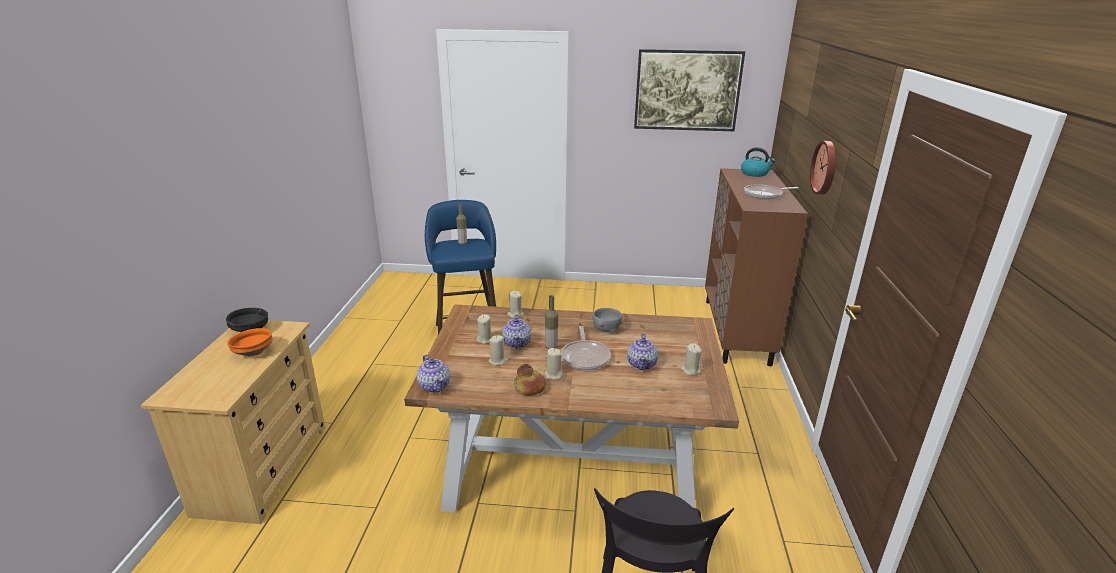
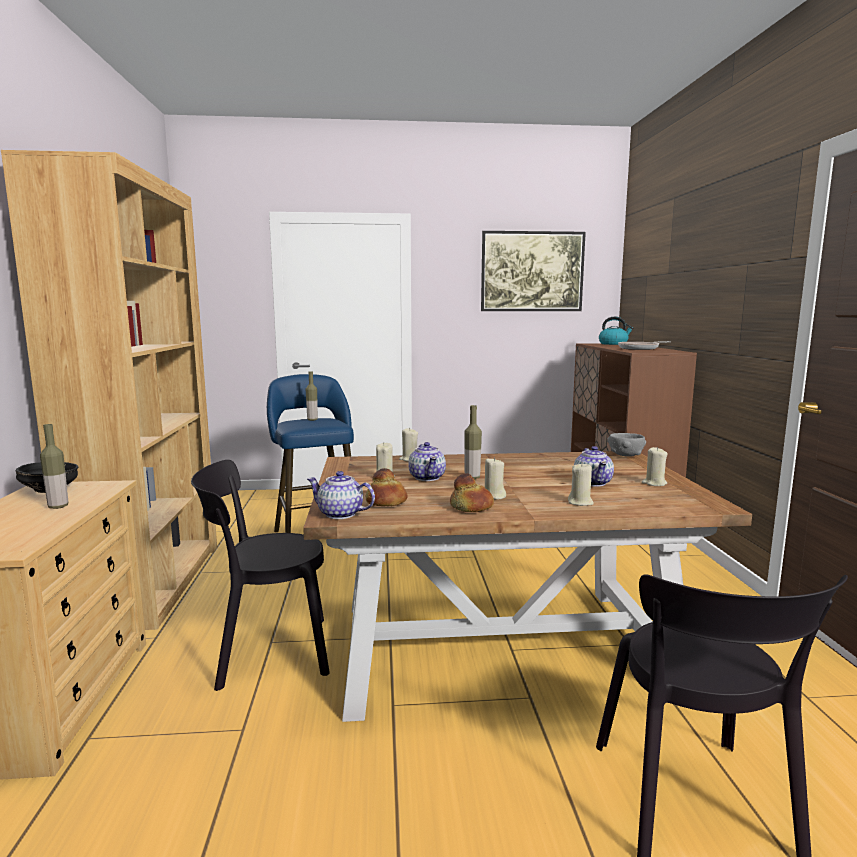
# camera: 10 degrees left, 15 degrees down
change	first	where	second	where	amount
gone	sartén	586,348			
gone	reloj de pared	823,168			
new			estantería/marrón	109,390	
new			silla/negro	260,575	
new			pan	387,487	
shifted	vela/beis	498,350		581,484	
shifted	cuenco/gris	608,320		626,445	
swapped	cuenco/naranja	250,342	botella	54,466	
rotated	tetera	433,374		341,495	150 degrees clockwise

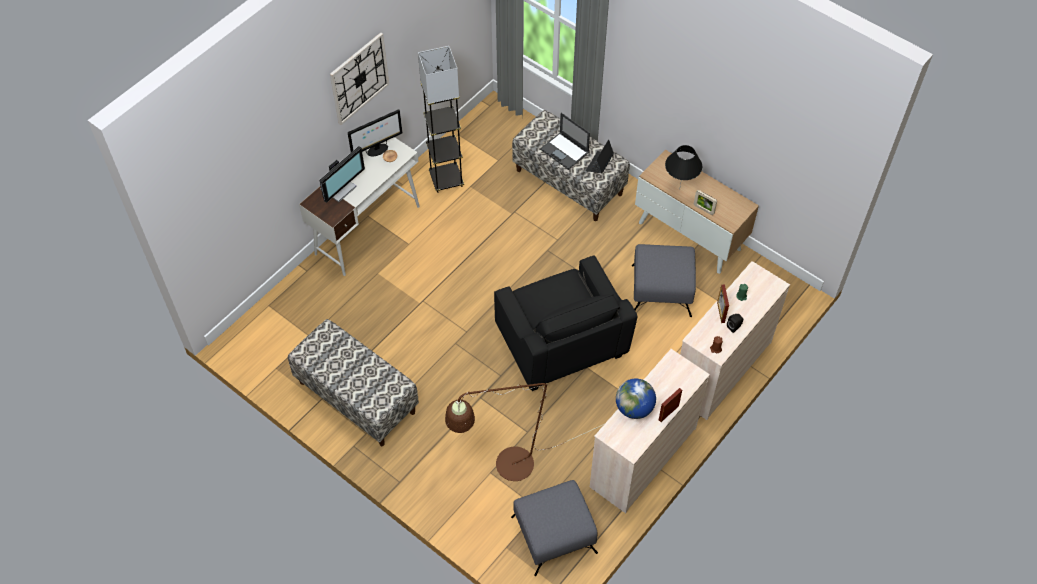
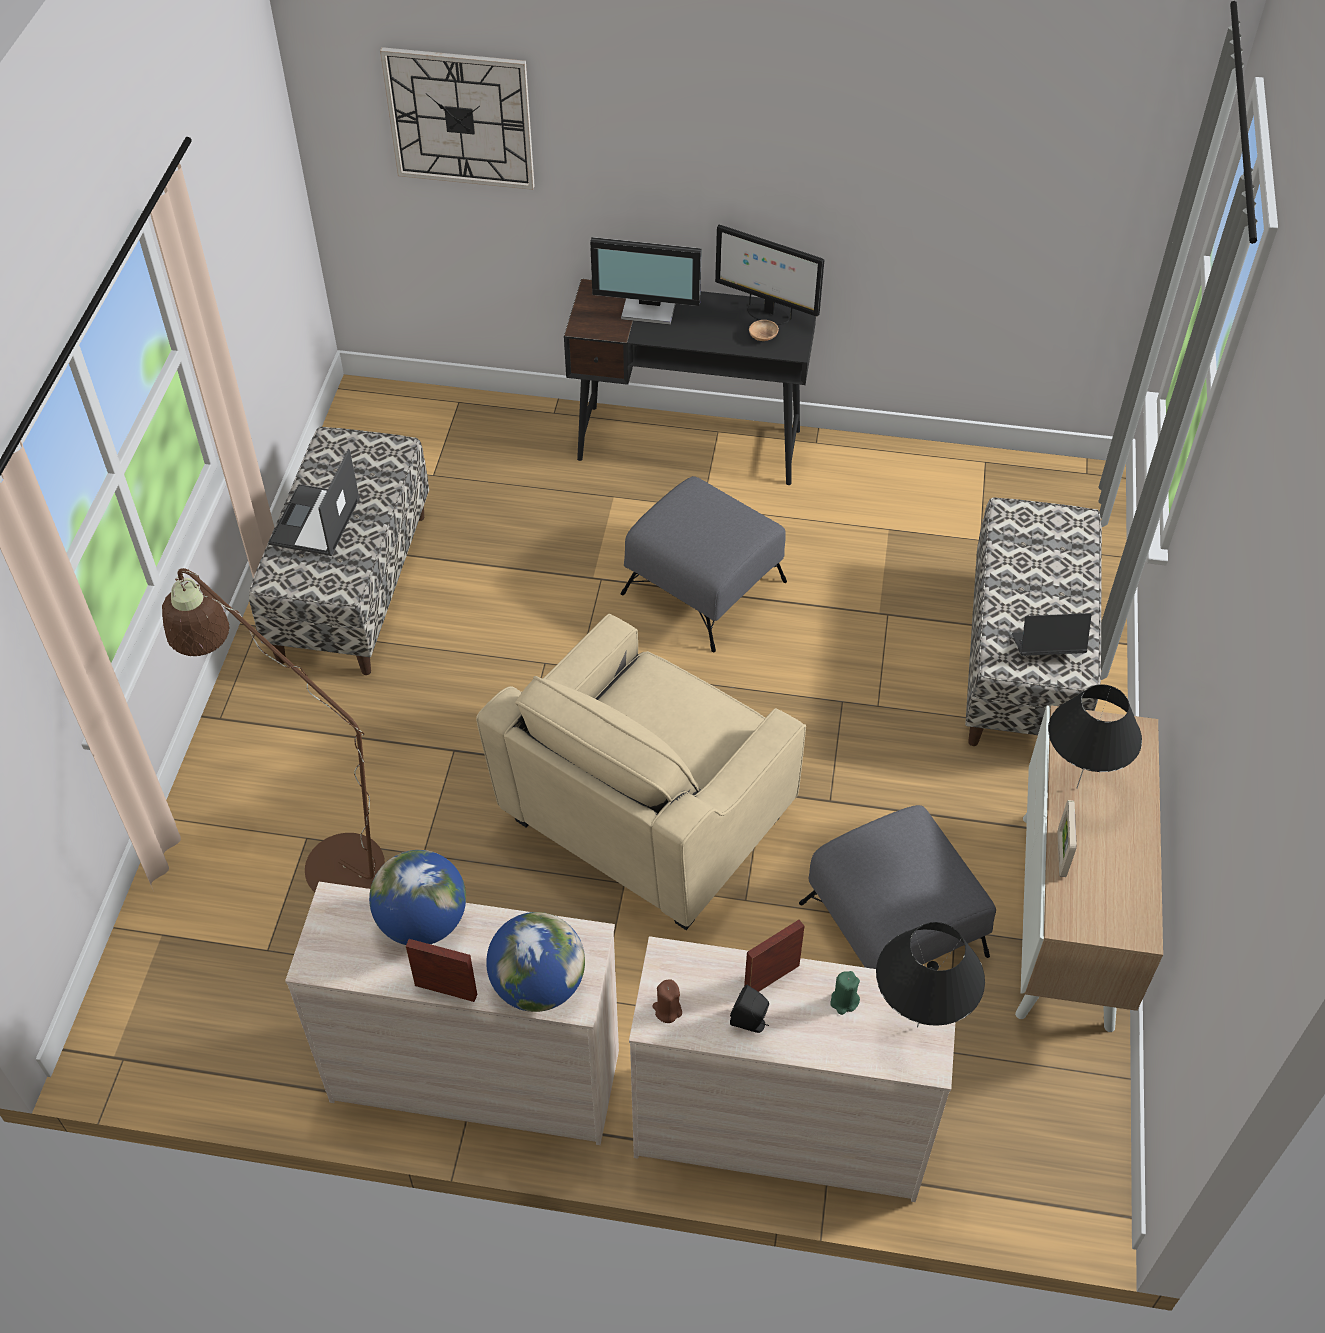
# camera: 60 degrees right, 5 degrees down
change	first	where	second	where	amount
gone	lámpara de pie/gris	441,119			
new			globo terráqueo	535,962	
new			lámpara de mesa/negro	930,975	
shifted	reloj de pared	359,79		457,118	
shifted	puf/gris	554,528		704,564	
shifted	portátil	565,141		314,502	
repainted	escritorio/blanco	359,206	escritorio/negro	690,382	
repainted	sillón/negro	566,323	sillón/beis	641,772	

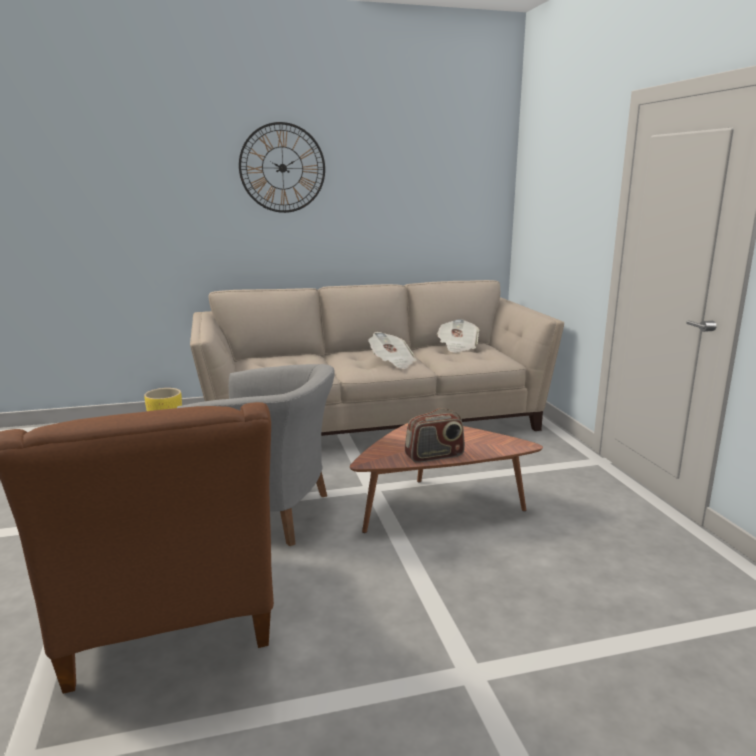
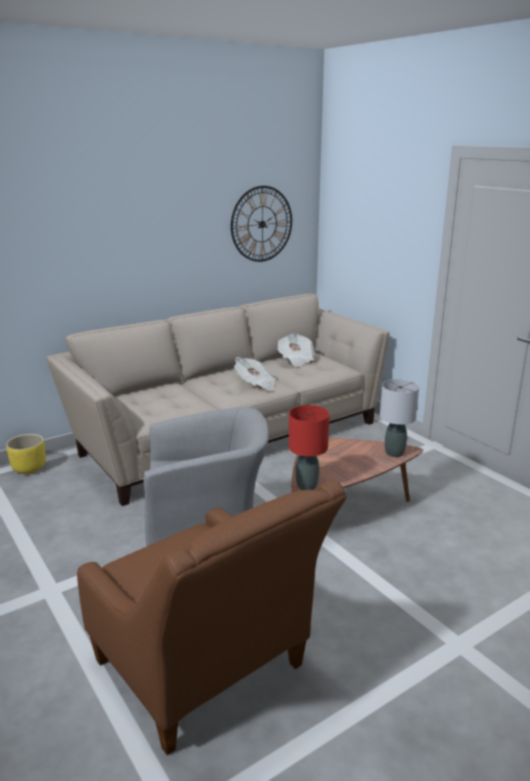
# camera: 20 degrees left, 5 degrees up
change	first	where	second	where	amount
gone	radio	435,435			
new			lámpara de mesa/rojo	308,447	
new			lámpara de mesa/gris	399,418	
shifted	reloj de pared	282,167		261,224	

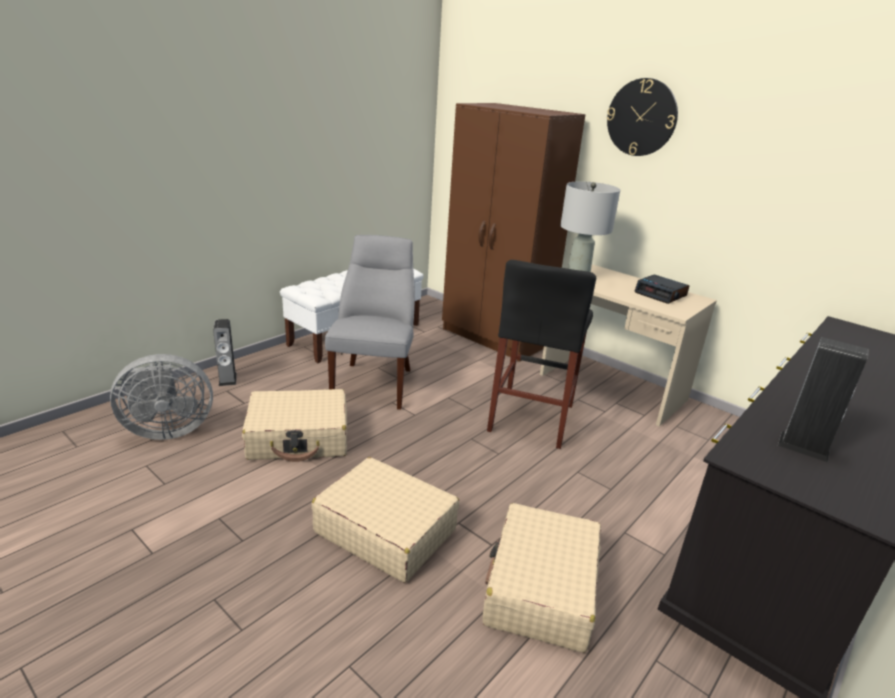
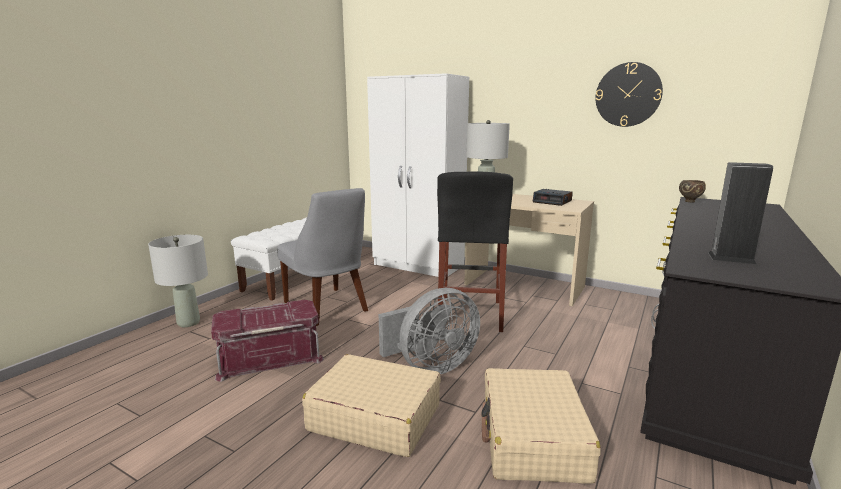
# camera: 10 degrees left, 10 degrees down
change	first	where	second	where	amount
new			cuenco/marrón	692,191	
shifted	ventilador/gris	161,397		429,331	
shifted	reloj de pared	642,117		629,94	
swapped	altavoz	225,352	lámpara de mesa/gris	178,281	
swapped	maleta/beis	294,425	caja de almacenaje/rojo	267,341	
repainted	armario ropero/marrón	513,232	armario ropero/blanco	418,175	
rotated	silla/gris	370,322		322,257	150 degrees clockwise

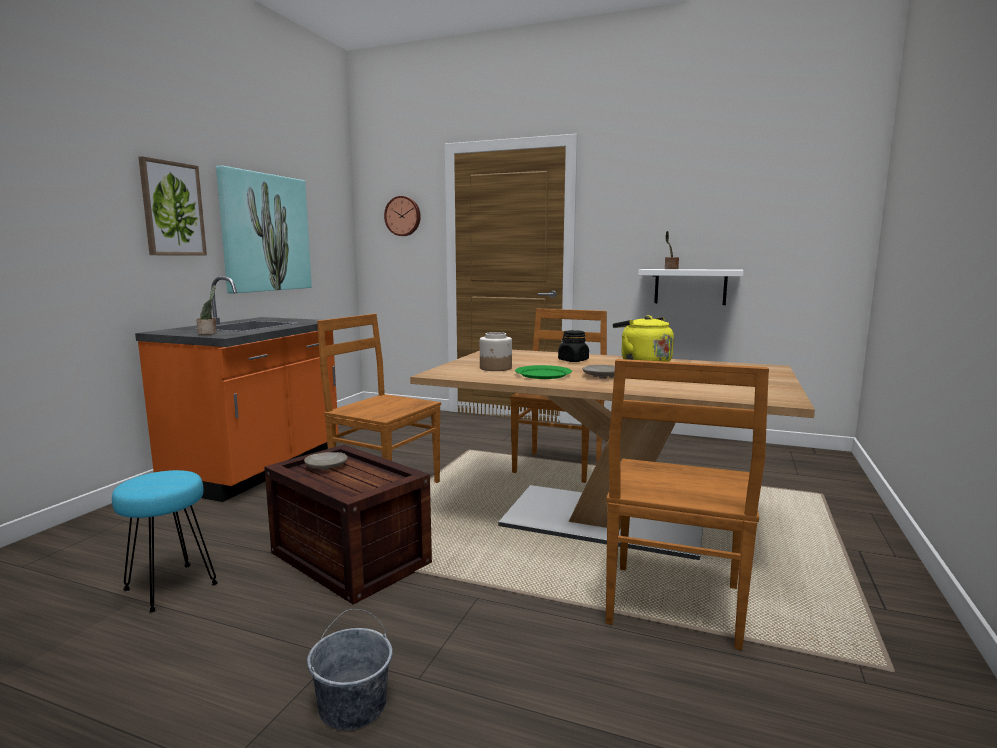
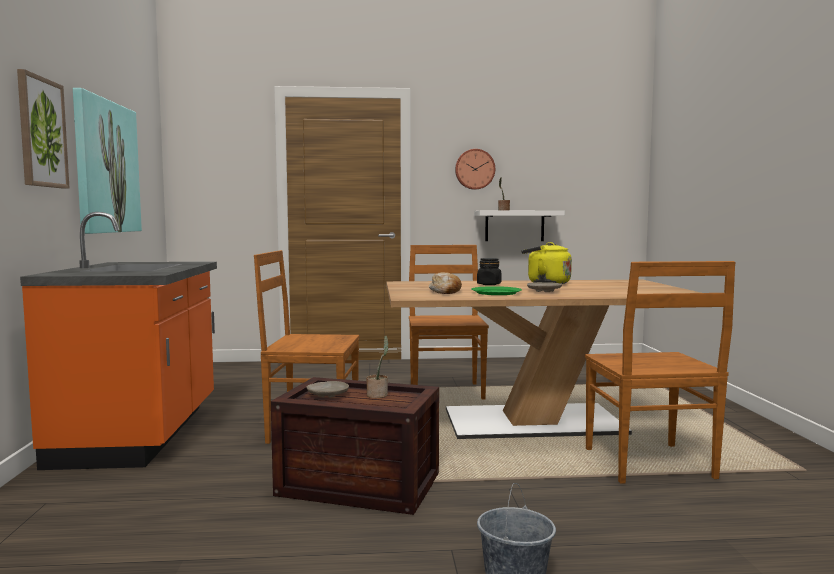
# camera: 25 degrees left, 5 degrees down
change	first	where	second	where	amount
gone	taburete/turquesa	165,541			
shifted	planta en maceta	206,310		377,367	
shifted	reloj de pared	402,216		475,169	
swapped	tarro	496,351	pan	445,283	

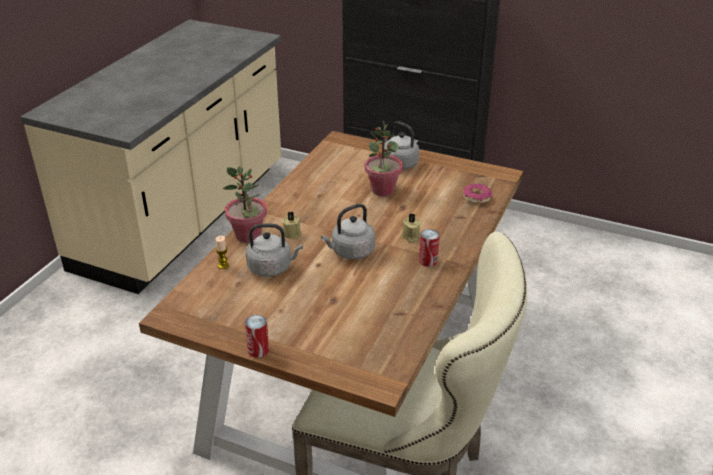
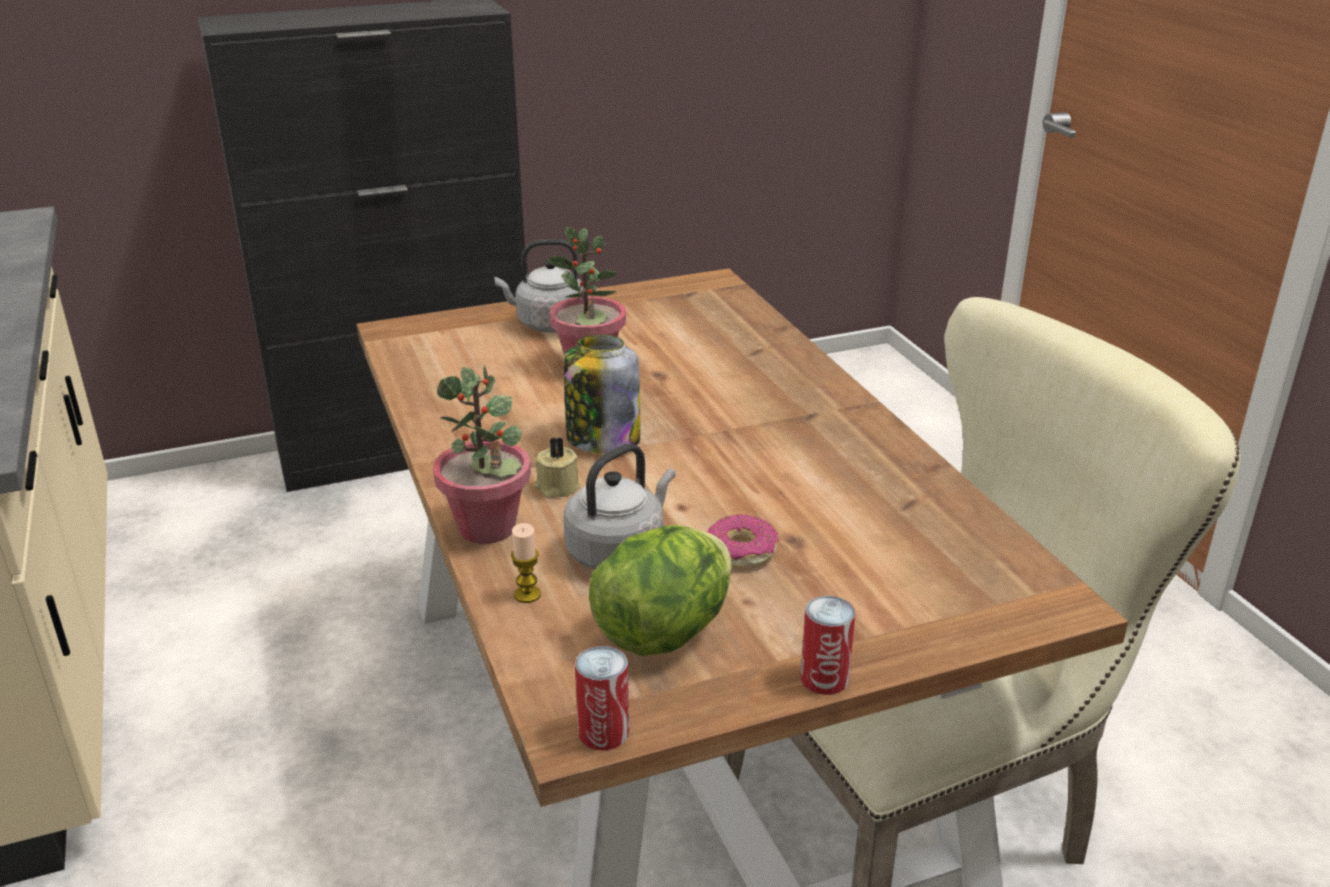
# camera: 45 degrees left, 5 degrees down
change	first	where	second	where	amount
gone	hervidor/gris	348,232			
gone	vela/beis	411,228			
new			tarro	602,394	
new			lechuga	660,590	
shifted	lata	429,248		602,698	
shifted	rosquilla	477,193		743,541	

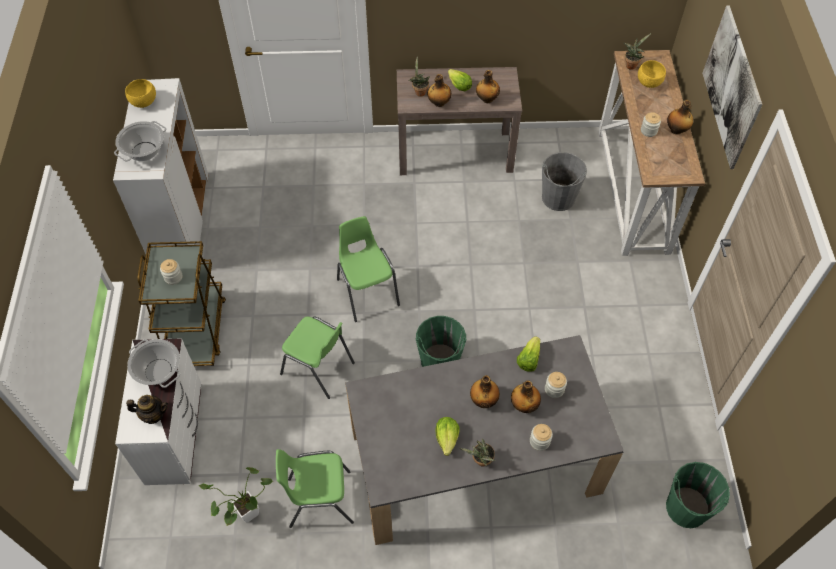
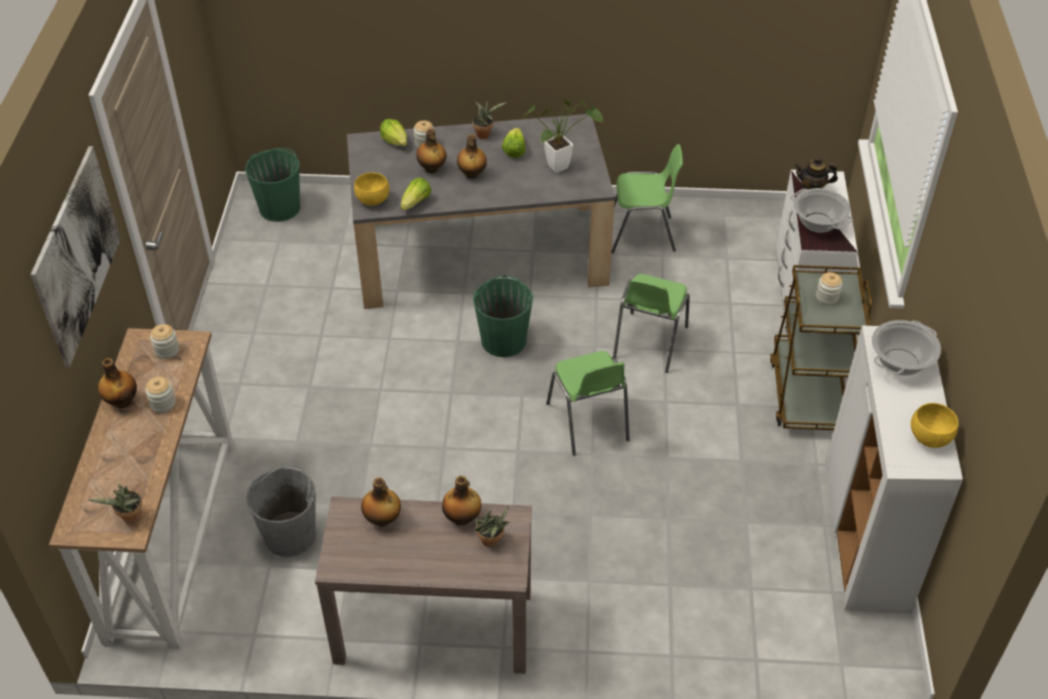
# camera: 175 degrees left, 10 degrees down
change	first	where	second	where	amount
shifted	planta en maceta	236,497		563,135	
shifted	lechuga	460,80		393,133	
shifted	tarro	556,385		164,341	
shifted	cuenco/amarillo	652,74		371,189	
rotated	silla/verde	317,357		651,323	105 degrees counterclockwise

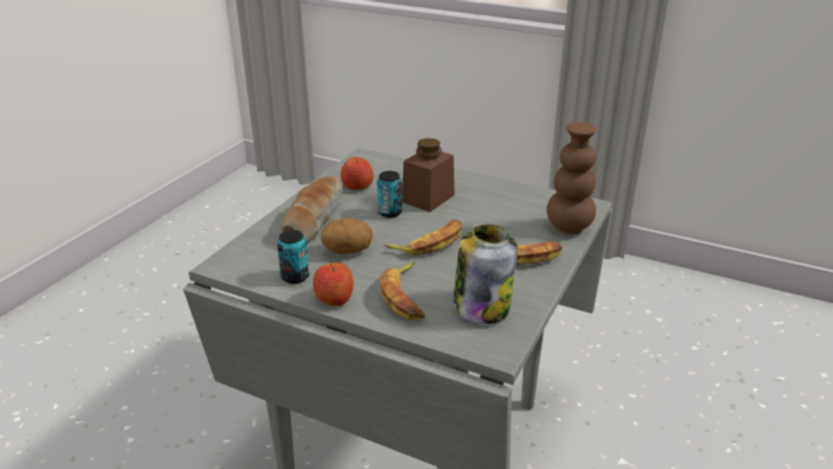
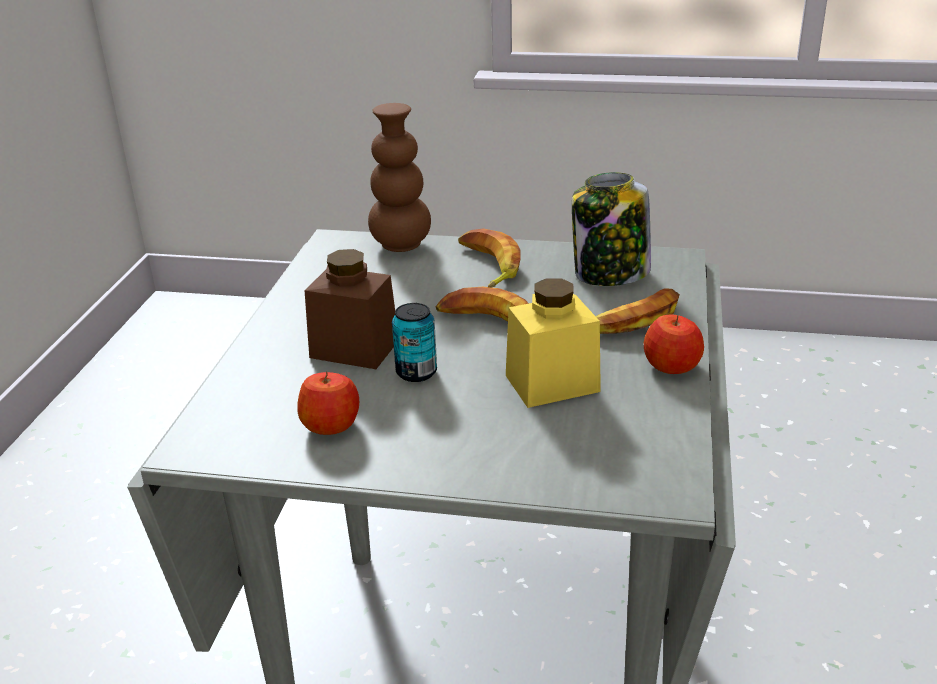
# camera: 105 degrees left, 0 degrees up
change	first	where	second	where	amount
gone	lata	293,257			
gone	pan	312,210			
swapped	patata	347,235	tarro/amarillo	553,343	

